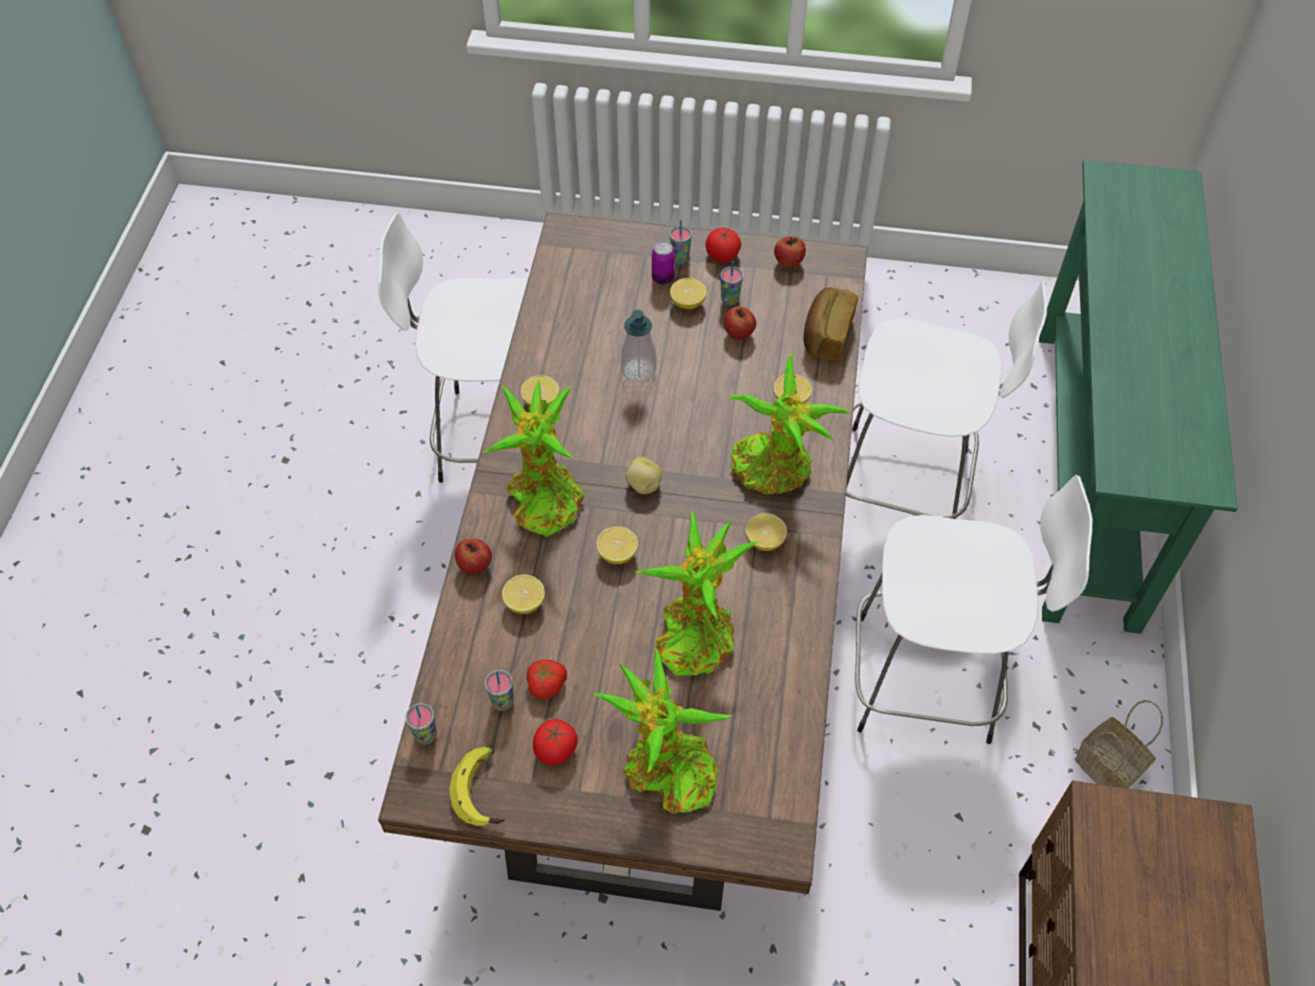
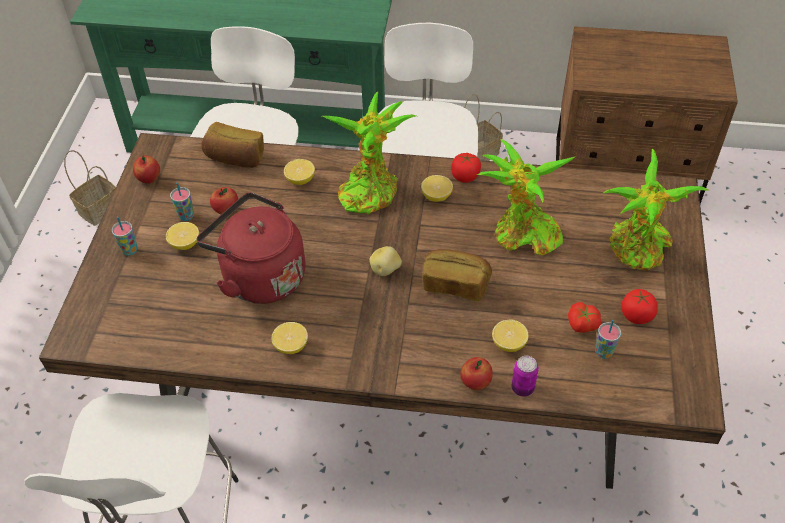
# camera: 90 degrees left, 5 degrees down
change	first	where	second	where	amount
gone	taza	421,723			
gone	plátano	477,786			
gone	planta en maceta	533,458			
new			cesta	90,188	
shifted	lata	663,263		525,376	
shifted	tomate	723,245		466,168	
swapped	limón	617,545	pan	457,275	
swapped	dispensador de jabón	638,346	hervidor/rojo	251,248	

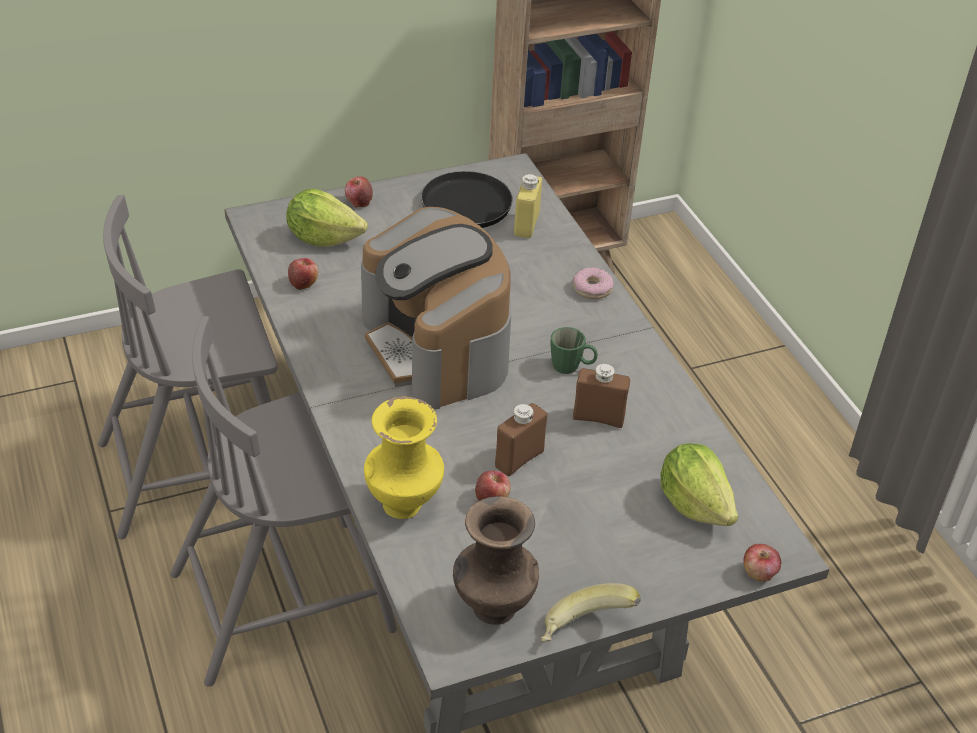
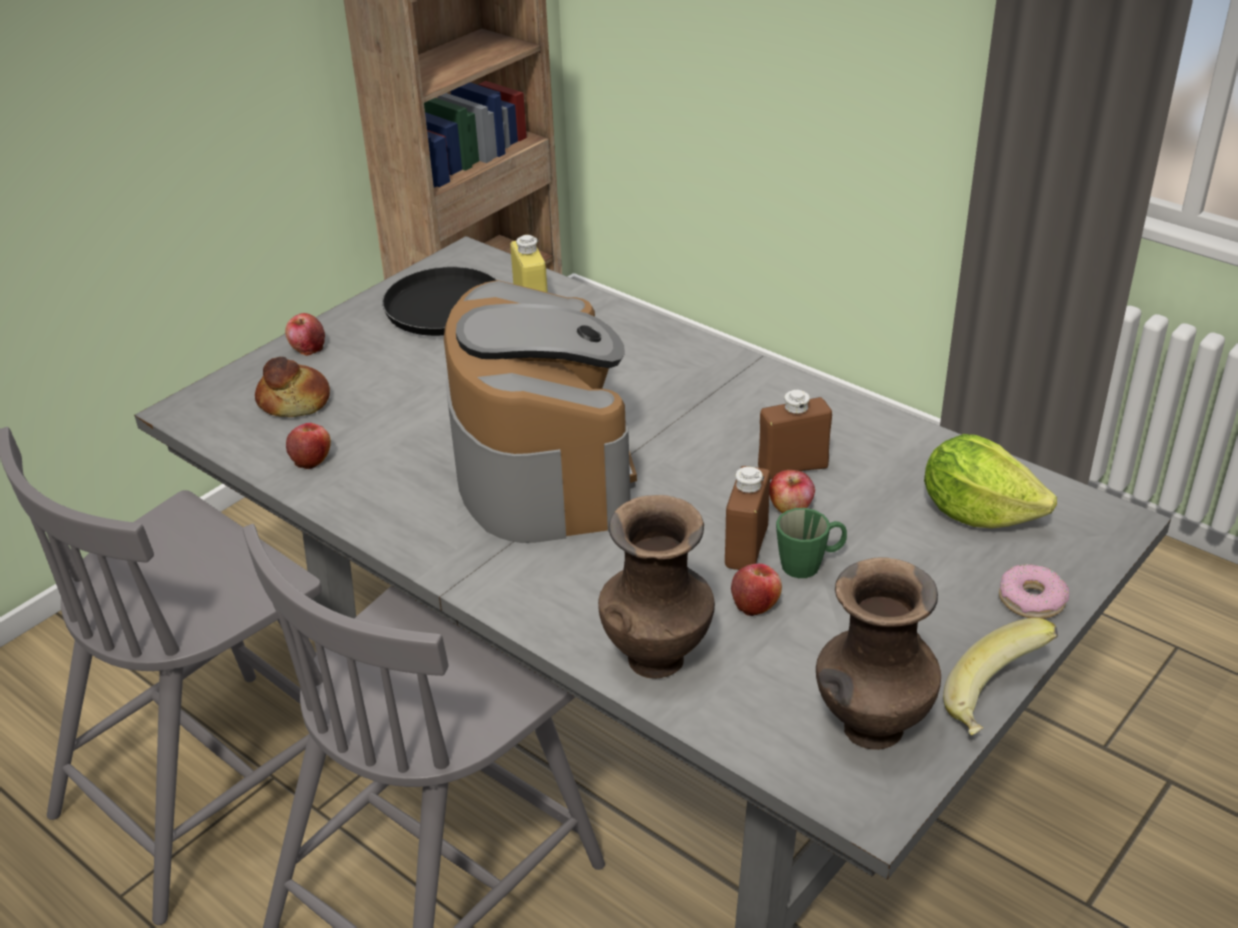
# camera: 25 degrees left, 5 degrees down
change	first	where	second	where	amount
shifted	taza grande/verde	574,350		811,543	
shifted	rosquilla	593,283		1034,591	
shifted	manzana	762,563		792,492	
swapped	lechuga	327,218	pan	292,387	
repainted	florero/amarillo	404,457	florero/marrón	656,587	
rotated	cafetera	436,308		540,411	135 degrees counterclockwise

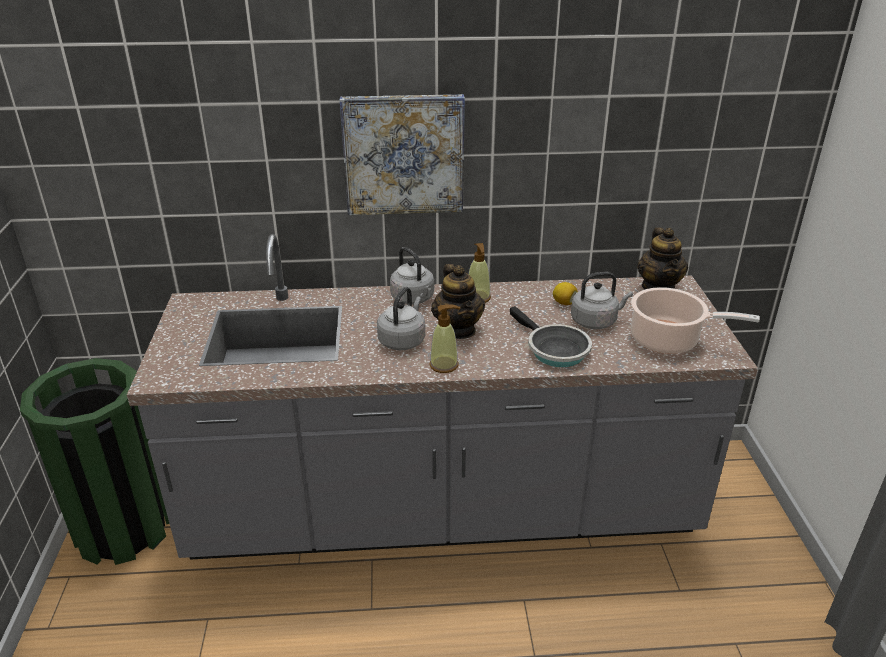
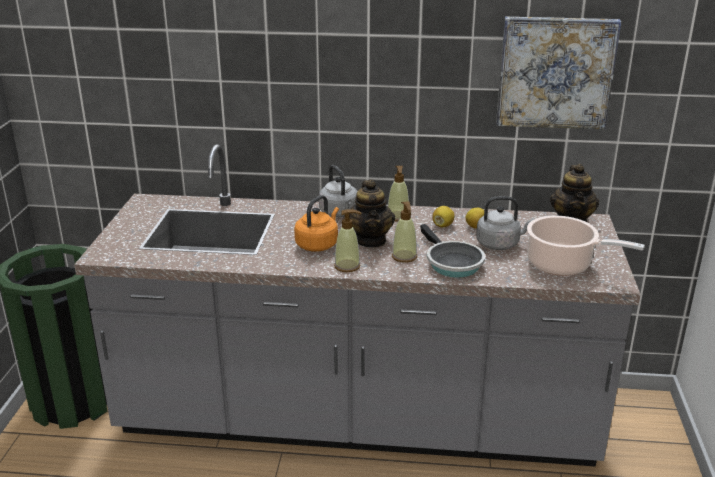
# camera: 10 degrees right, 5 degrees down
change	first	where	second	where	amount
new			dispensador de jabón	404,231	
new			limón	443,217	
shifted	cuadro	402,154		558,73	
repainted	hervidor/gris	401,318	hervidor/naranja	316,223	

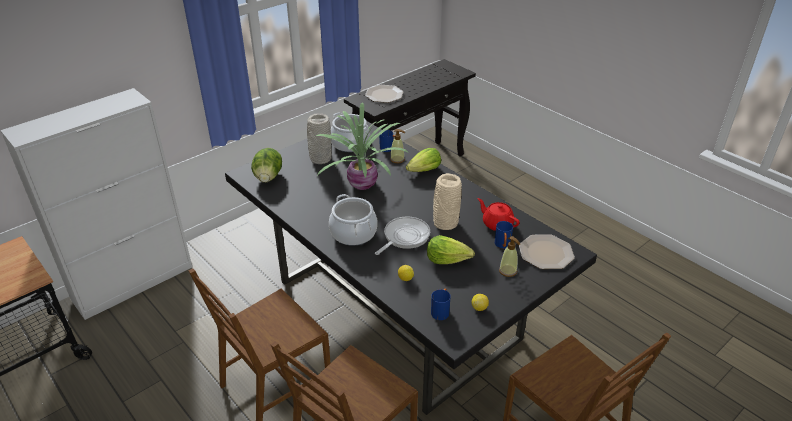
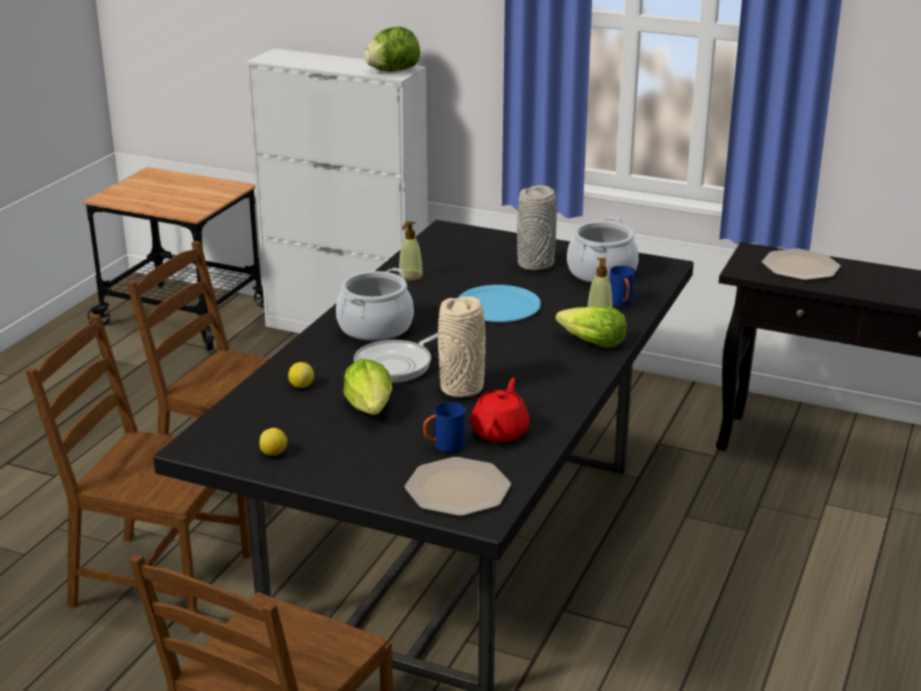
# camera: 65 degrees right, 10 degrees down
change	first	where	second	where	amount
gone	taza grande/azul	441,304			
shifted	lechuga	266,165		392,49	
shifted	dispensador de jabón	509,256		410,251	
swapped	planta en maceta	362,146	plato/azul	499,303	
rotated	sartén	402,236		396,358	120 degrees clockwise

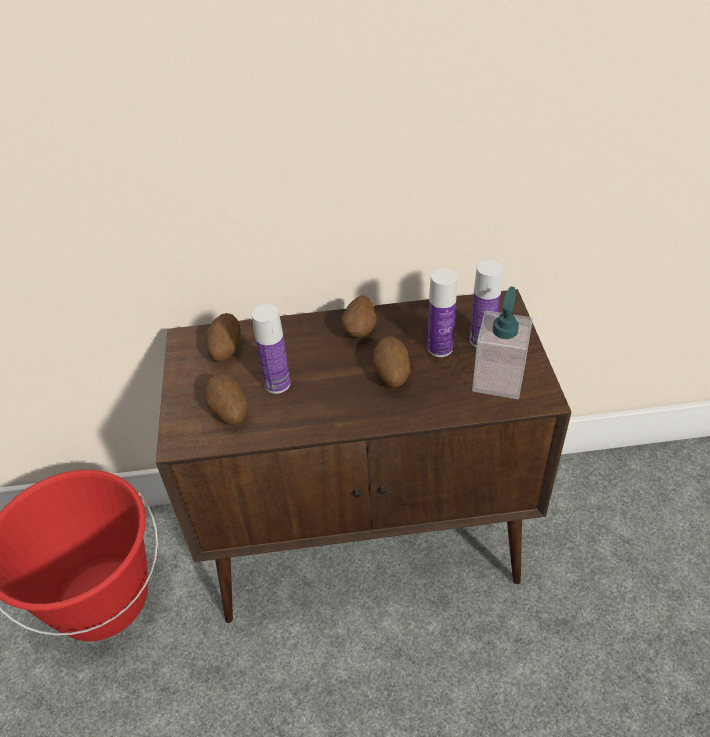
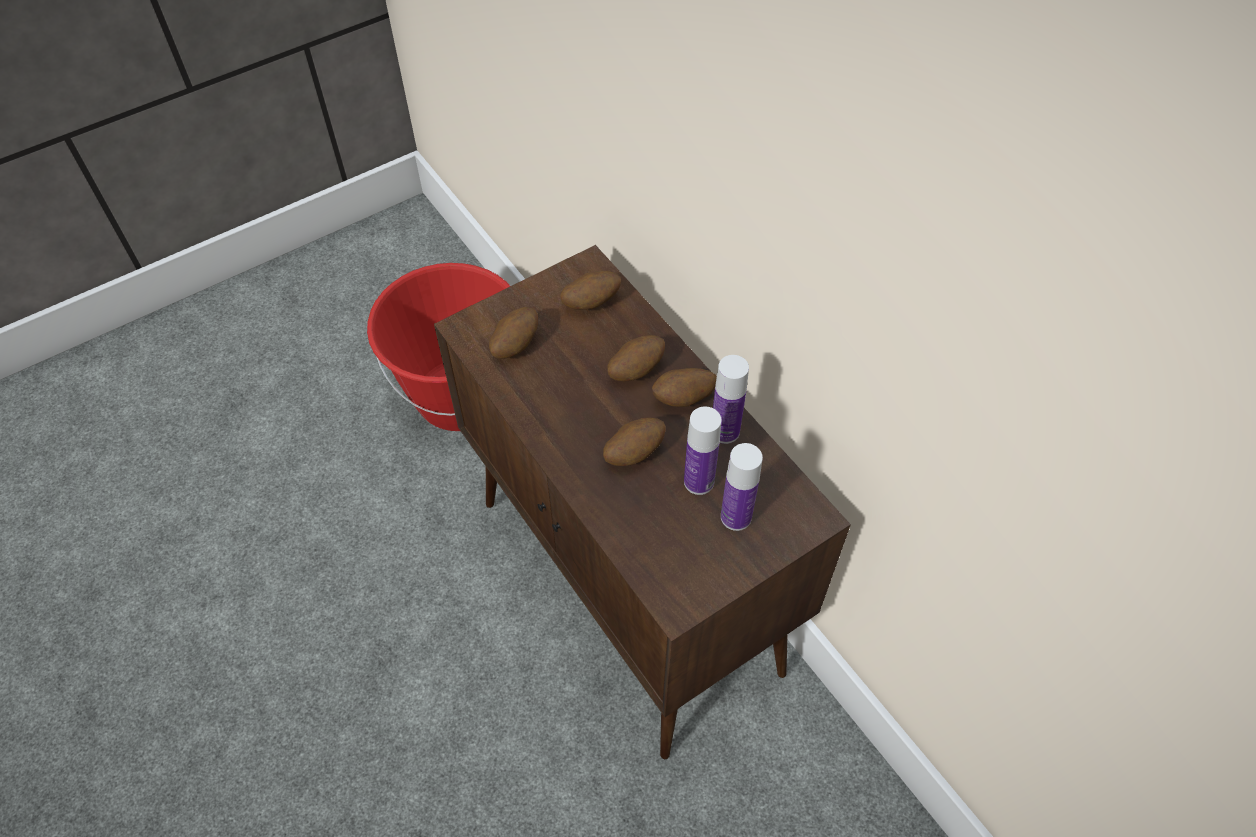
# camera: 60 degrees right, 10 degrees up
change	first	where	second	where	amount
gone	dispensador de jabón	502,342			
new			patata	636,358	
shifted	botella	271,349		731,399	

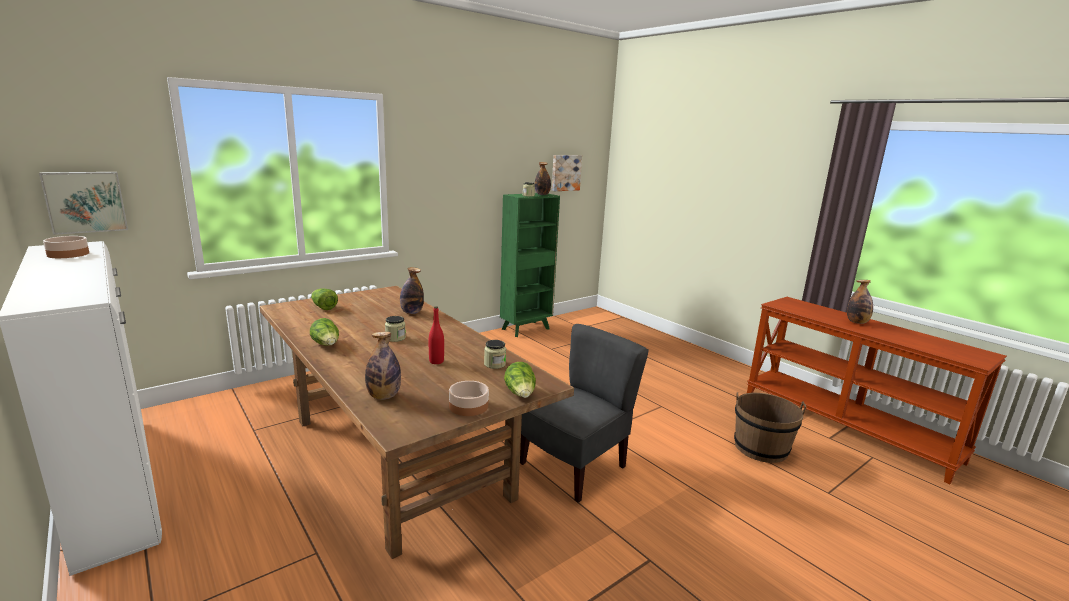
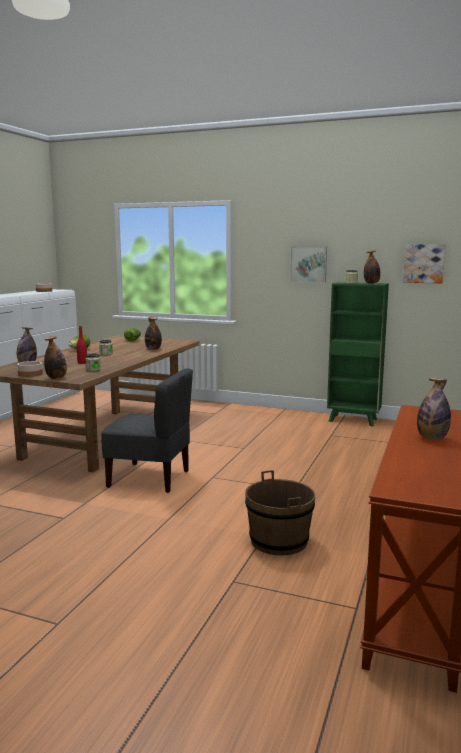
# camera: 60 degrees right, 5 degrees down
change	first	where	second	where	amount
shifted	cuadro	83,203		308,264	
swapped	lechuga	520,380	botella	55,357	

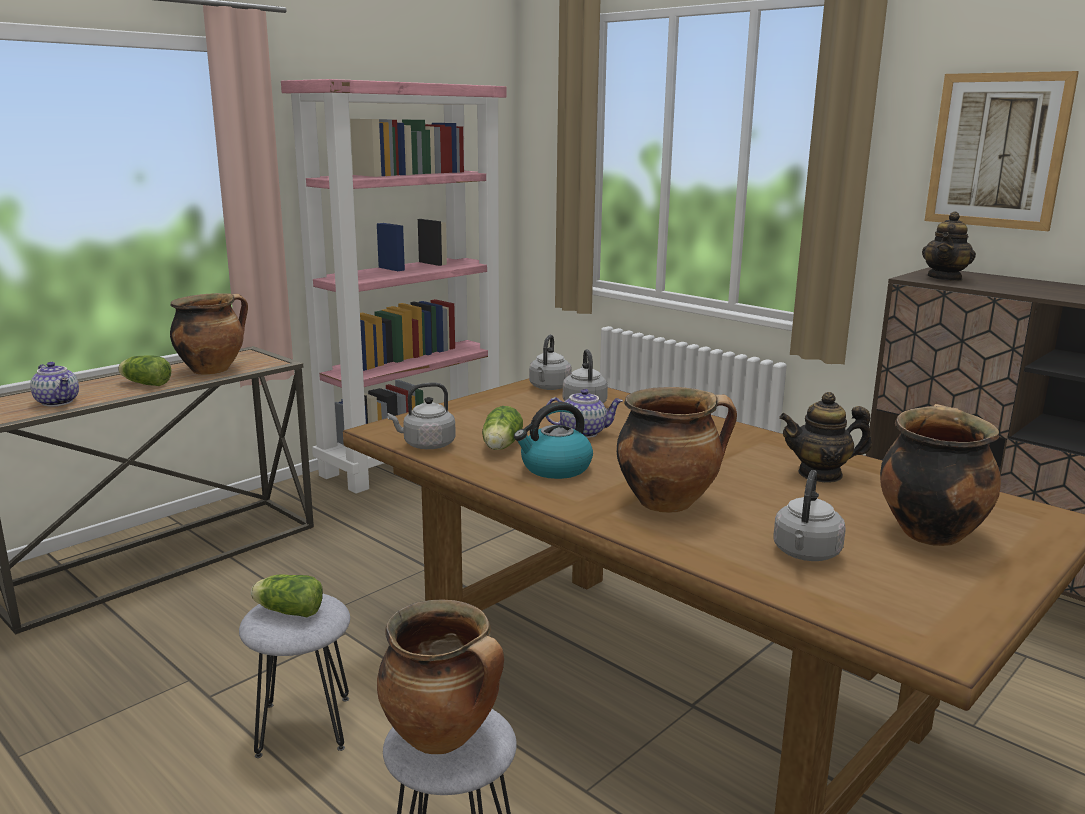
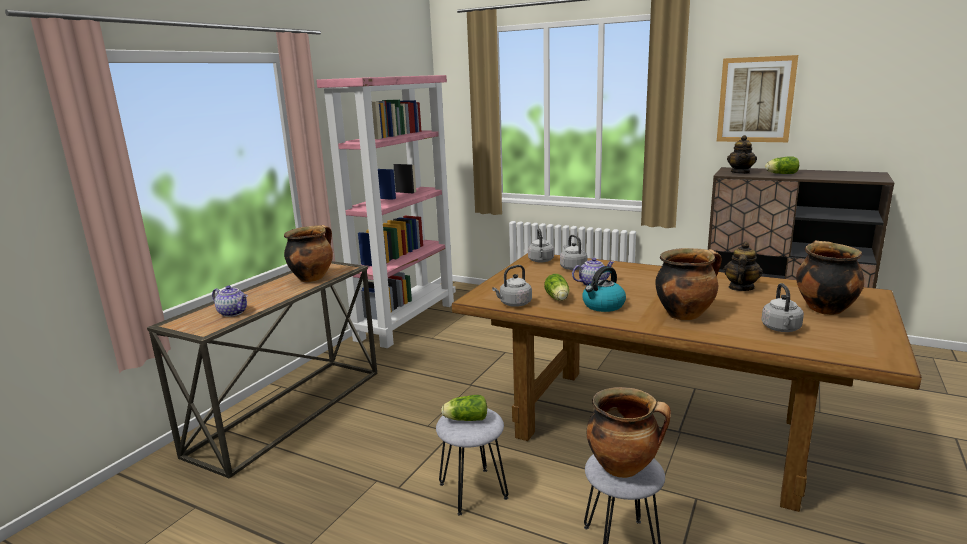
# camera: 15 degrees left, 0 degrees up
change	first	where	second	where	amount
shifted	lechuga	144,370		782,165	
rotated	tetera	825,437		743,266	135 degrees clockwise

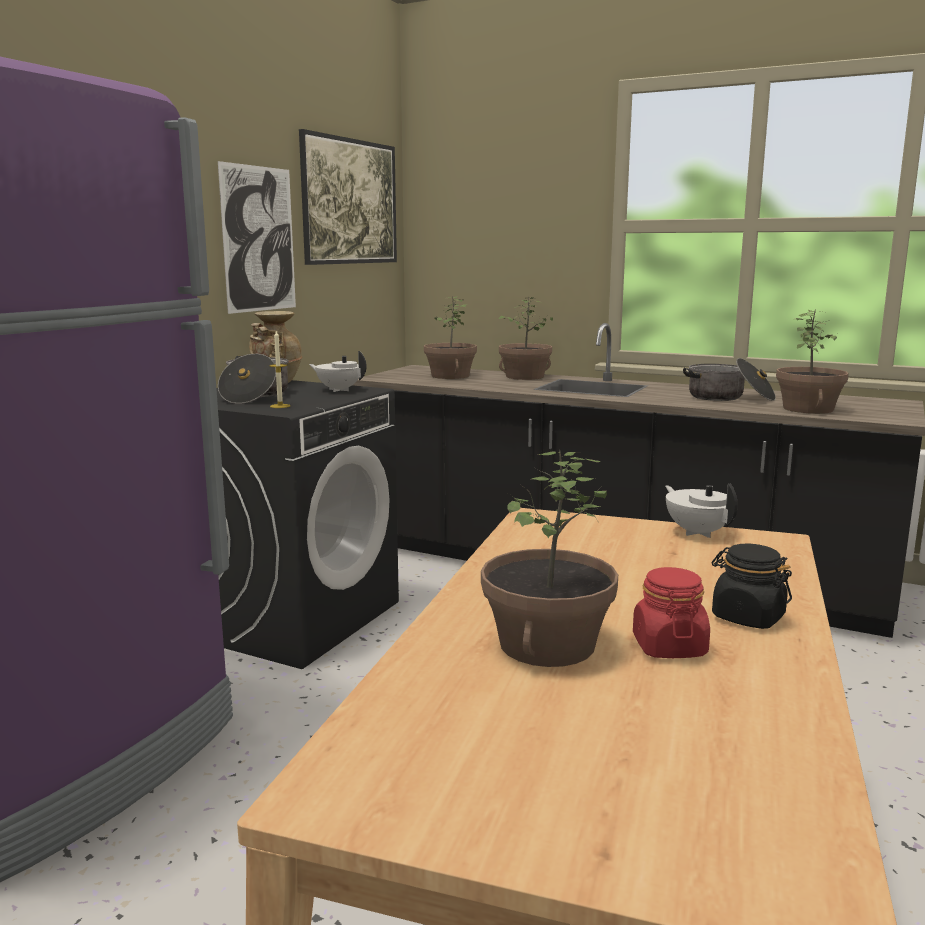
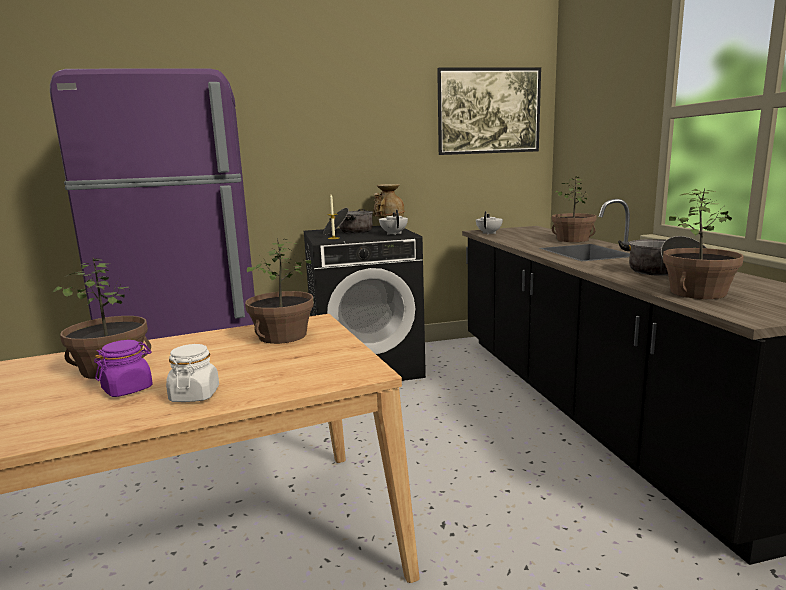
# camera: 50 degrees right, 0 degrees up
change	first	where	second	where	amount
gone	cuadro	257,237			
shifted	planta en maceta	450,337		279,291	
shifted	tetera/blanco	701,510		489,222	
repainted	tarro/rojo	671,612	tarro/morado	123,368	
repainted	tarro/negro	752,586	tarro/blanco	192,373	

